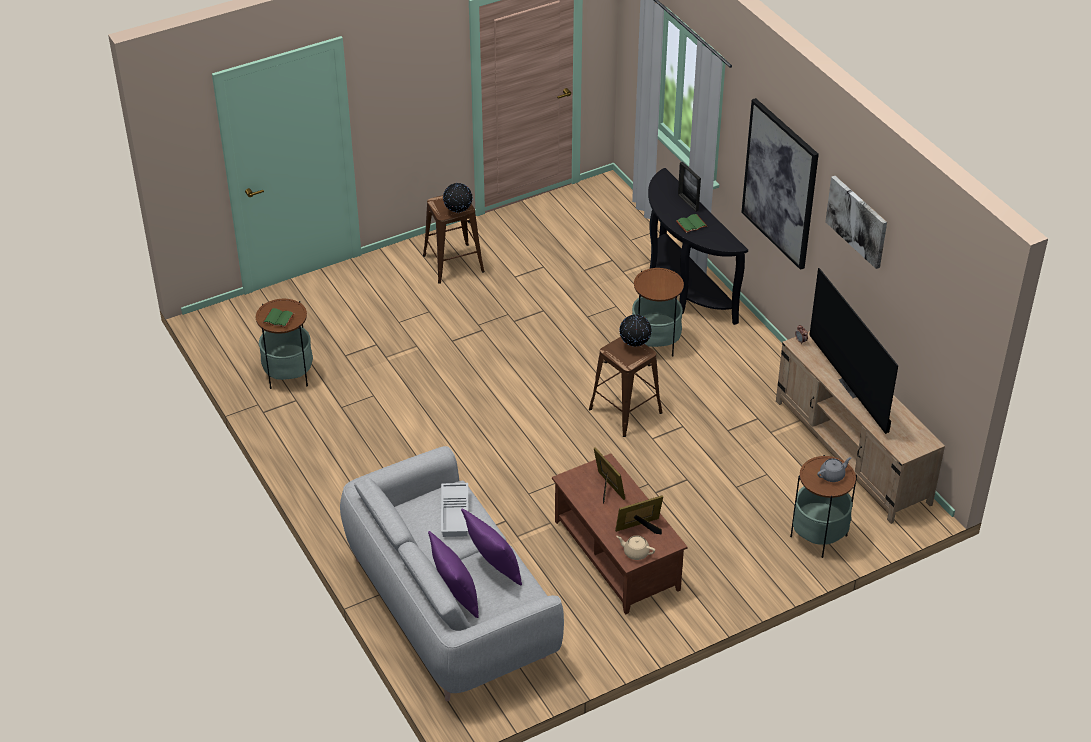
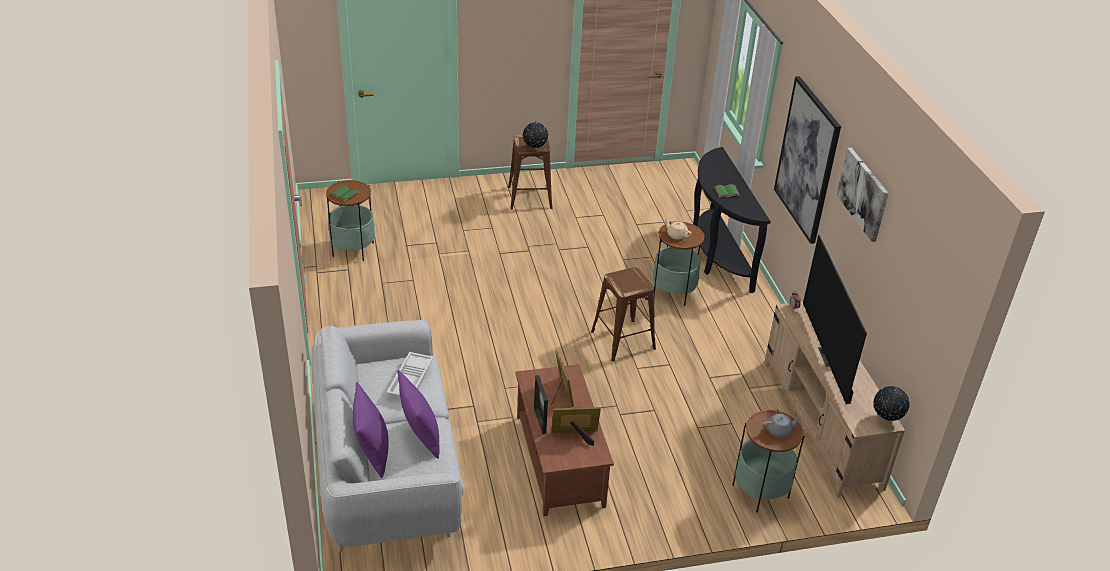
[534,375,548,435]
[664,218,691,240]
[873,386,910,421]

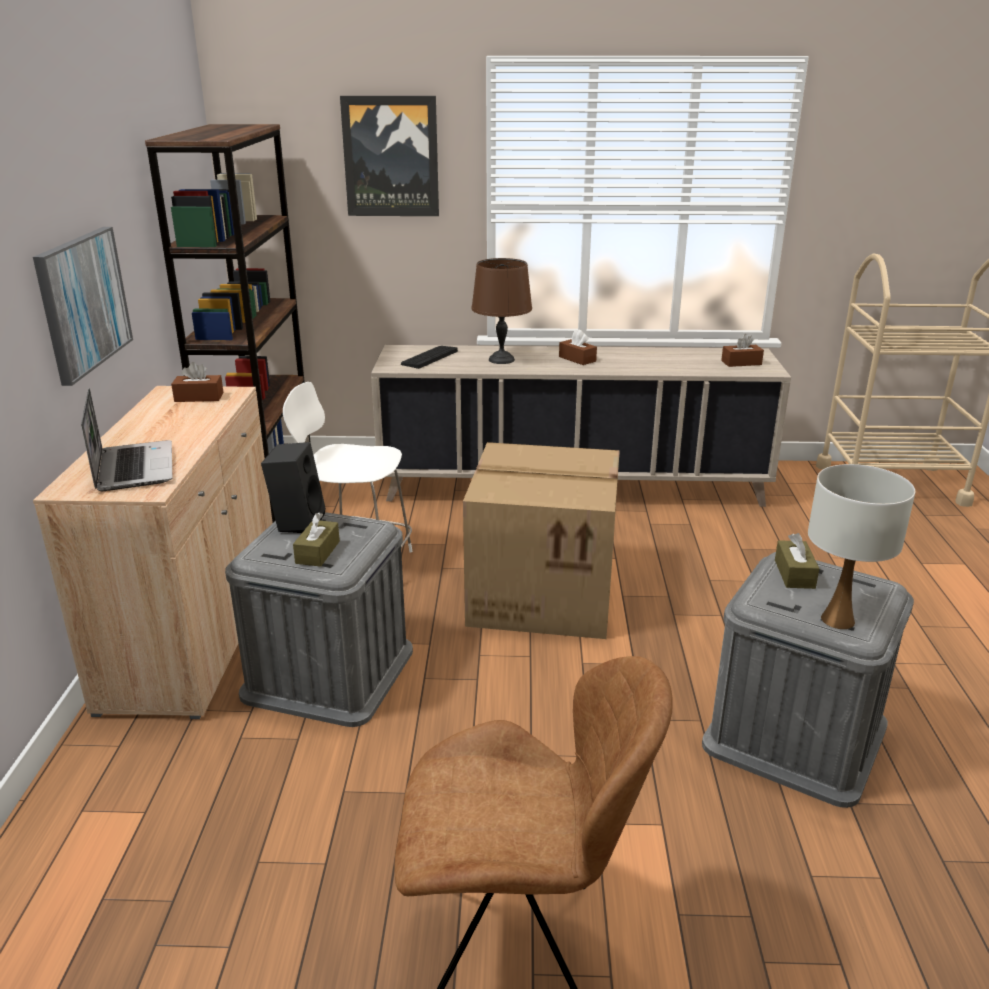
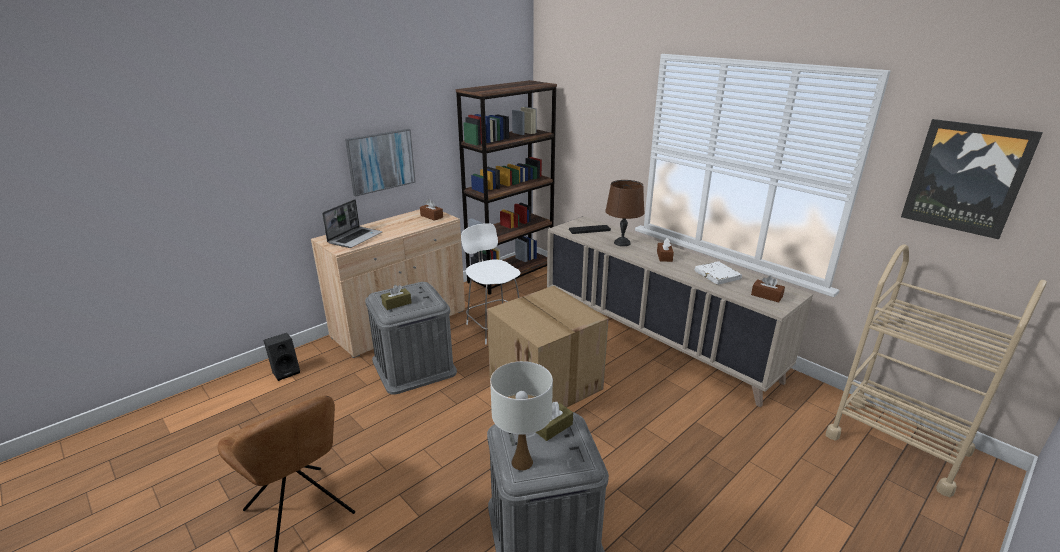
[263,333,300,381]
[695,261,742,285]
[901,119,1043,239]

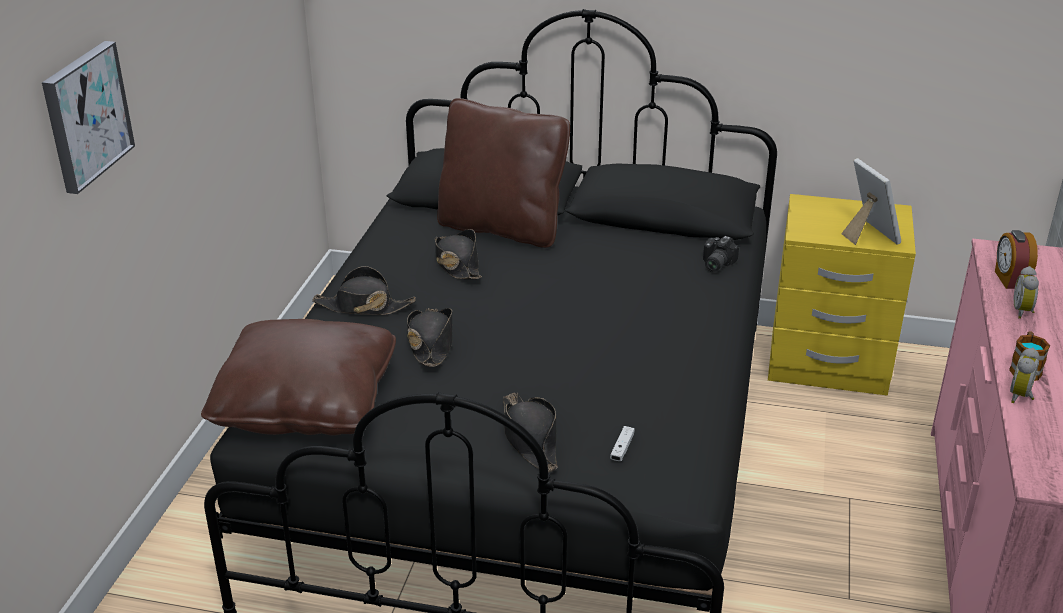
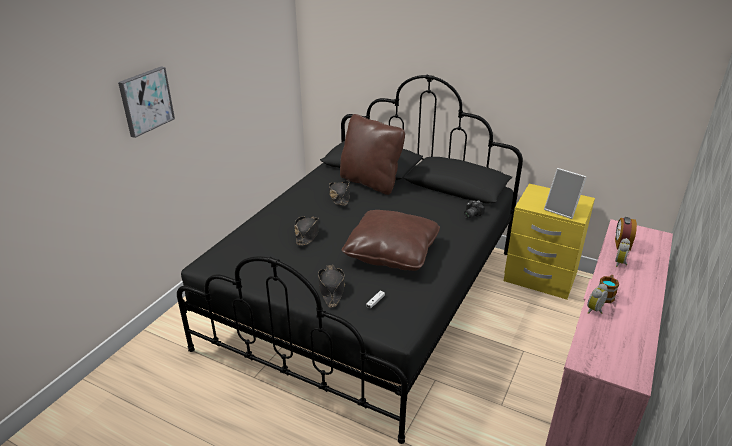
[342,210,440,271]
[544,168,587,219]
[312,266,416,315] (first image)

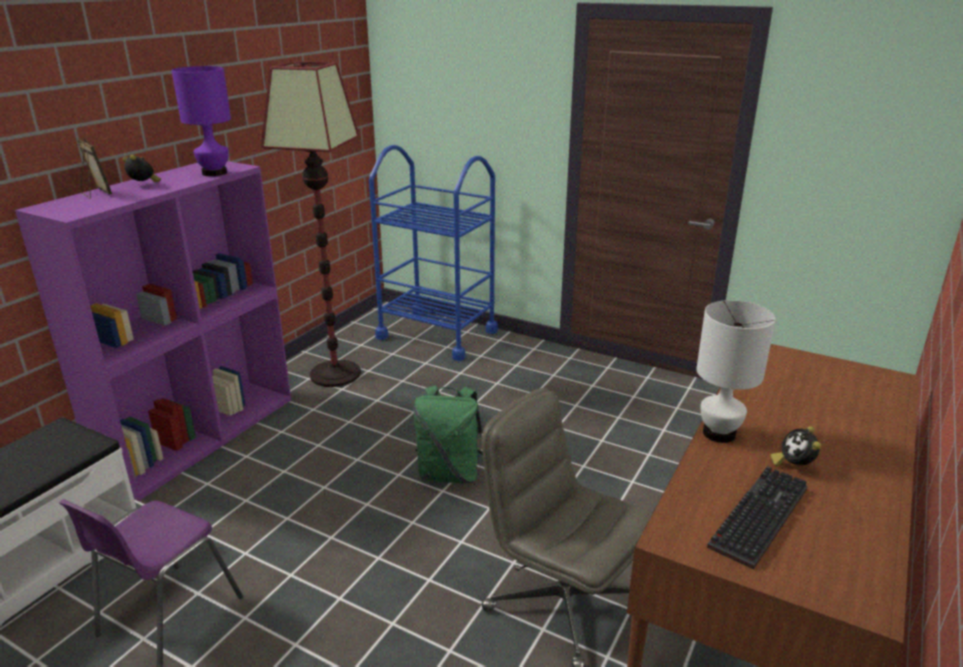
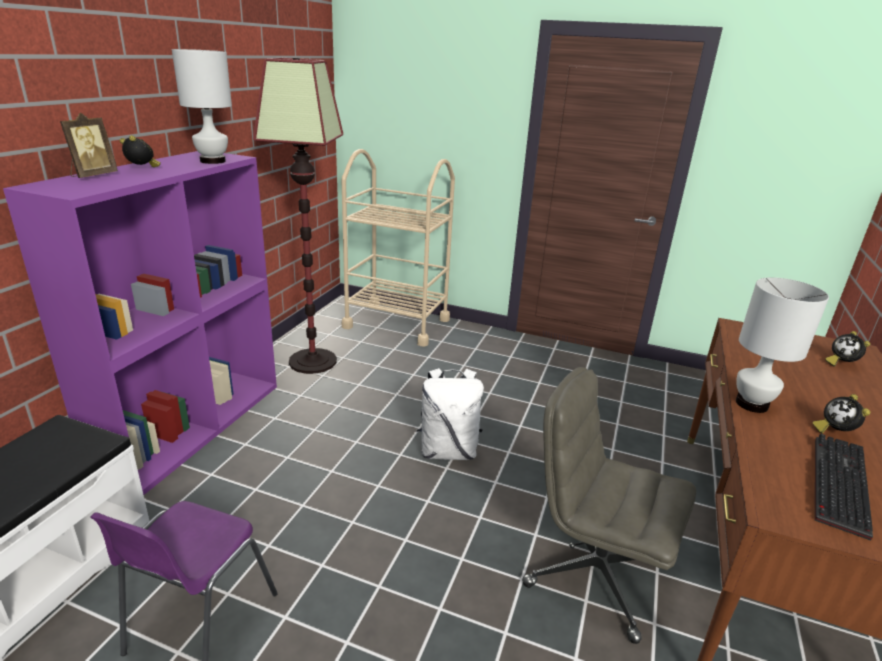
[60,113,118,178]
[172,49,232,164]
[341,149,455,347]
[416,368,484,460]
[825,331,870,366]

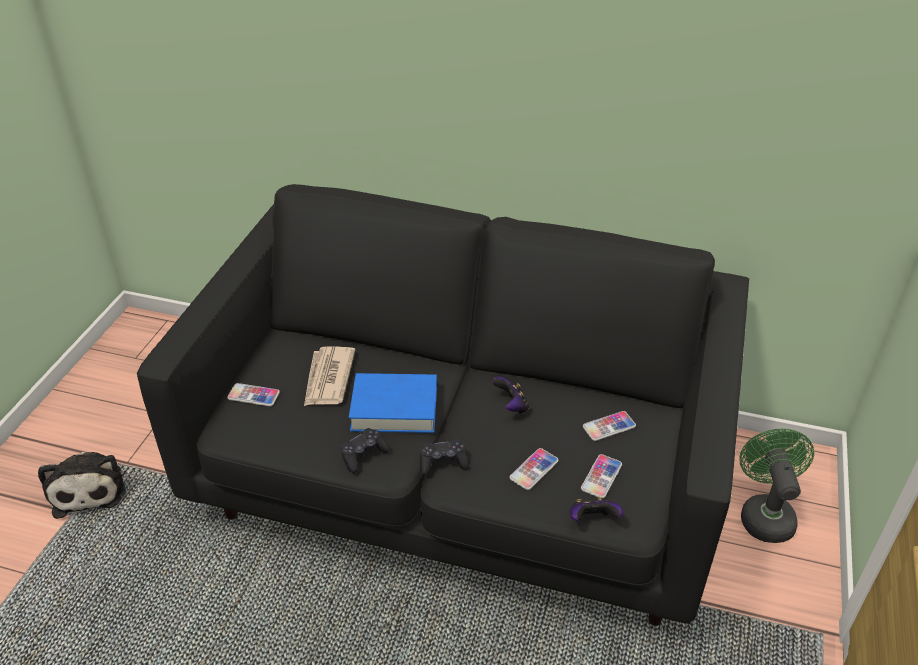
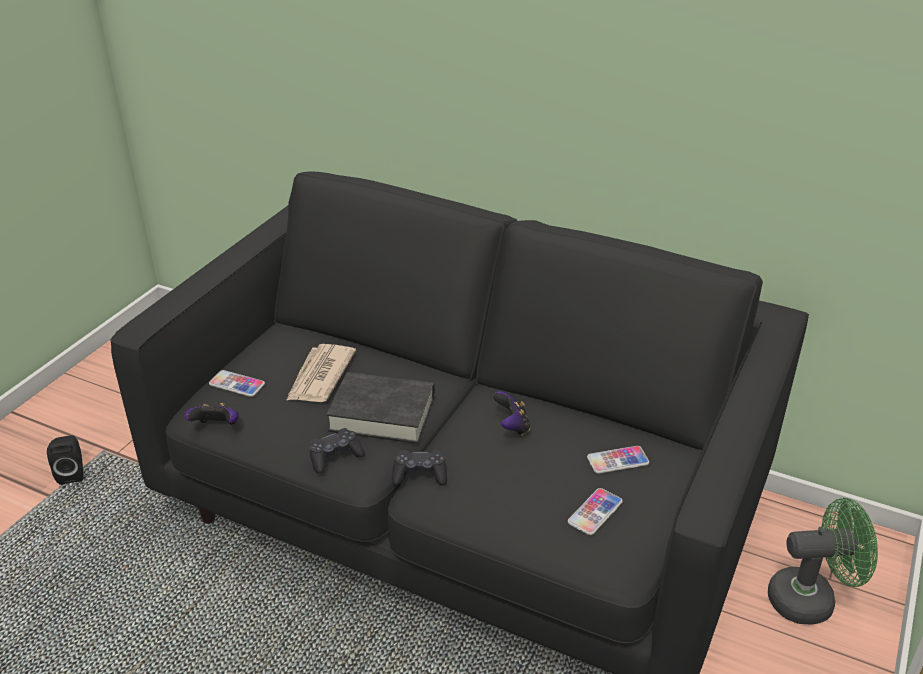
[47,435,83,485]
[185,403,239,425]
[326,372,435,444]
[768,498,878,624]
[509,448,558,490] (first image)

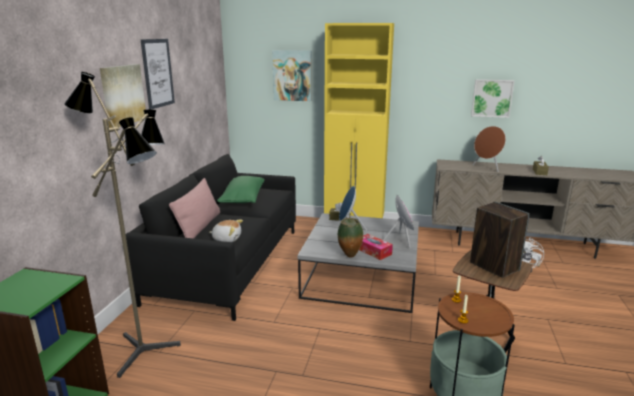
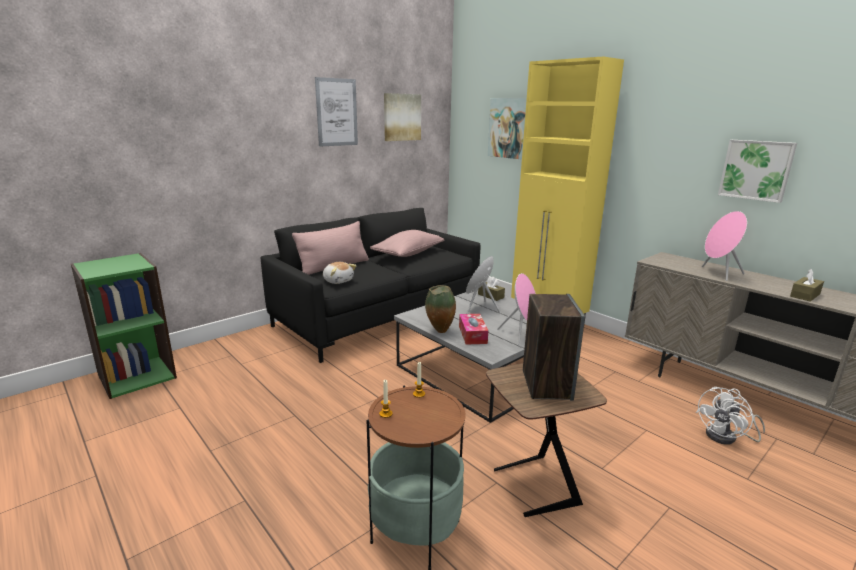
[370,230,444,257]
[384,93,421,141]
[702,211,747,281]
[64,72,181,378] (first image)

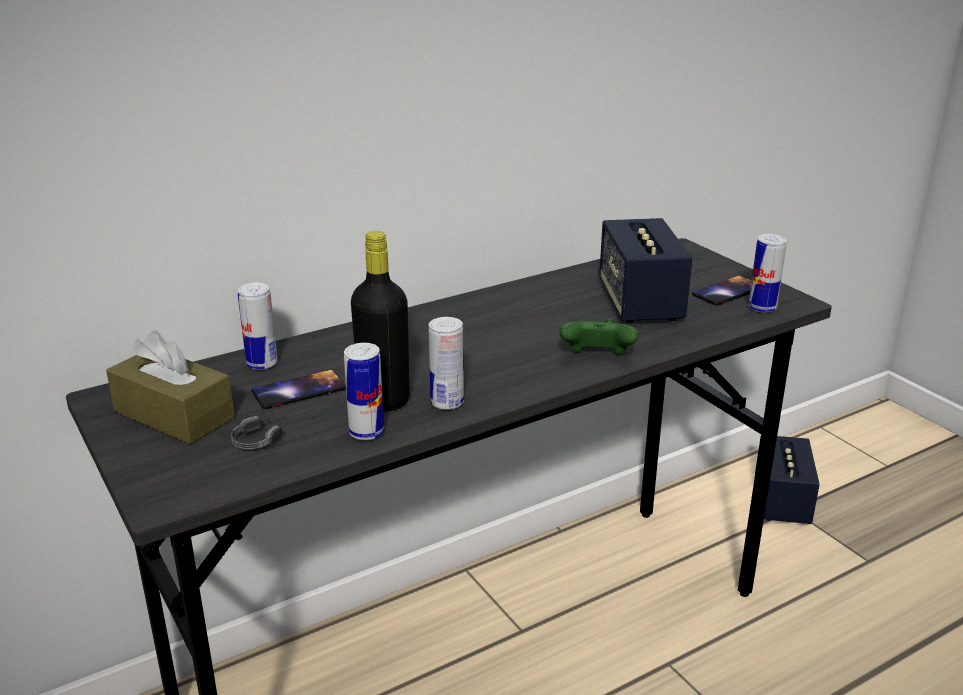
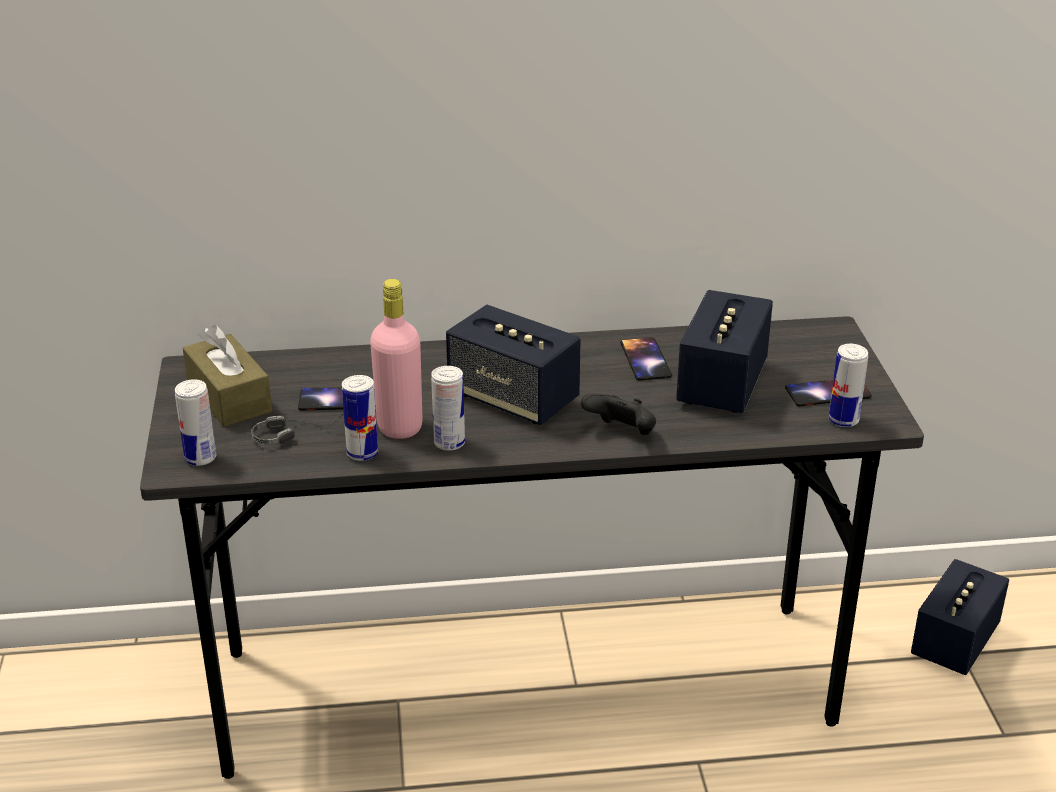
[175,379,216,466]
[370,279,423,439]
[446,304,581,425]
[581,393,656,435]
[620,337,672,381]

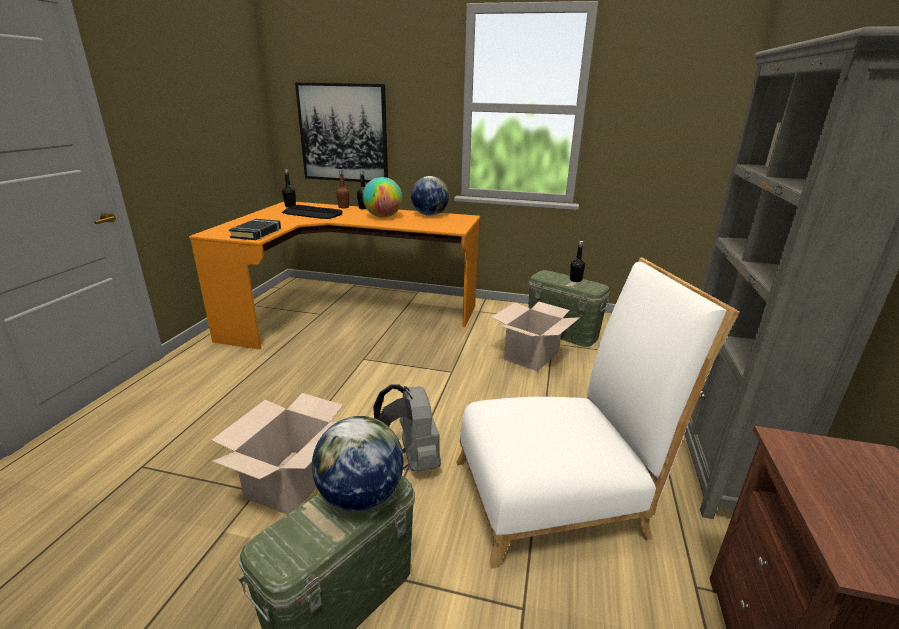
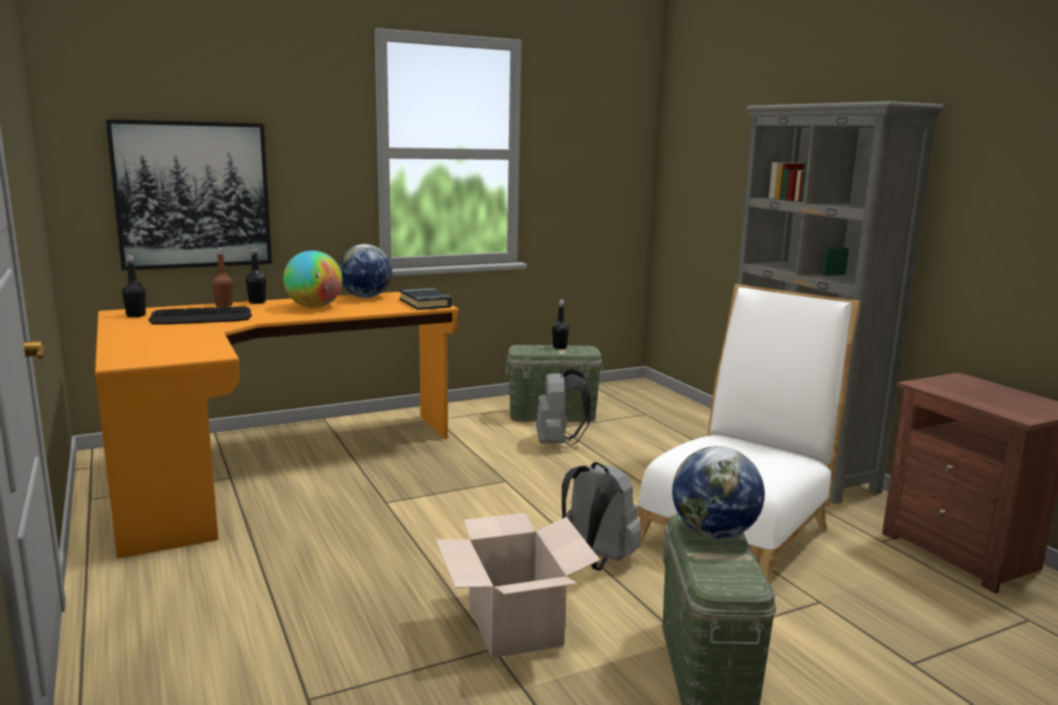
[399,288,452,310]
[536,368,591,446]

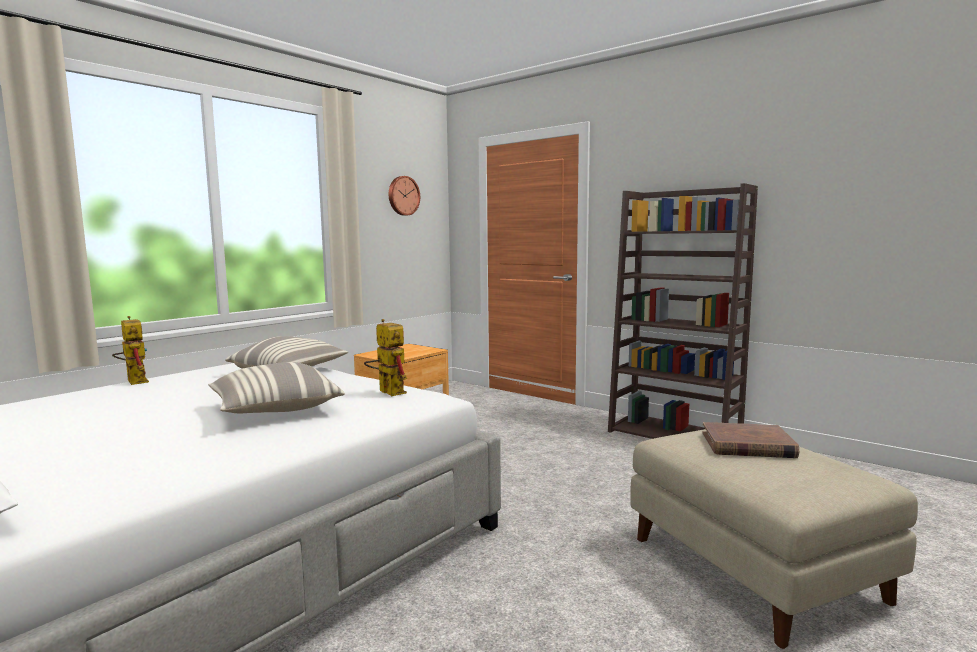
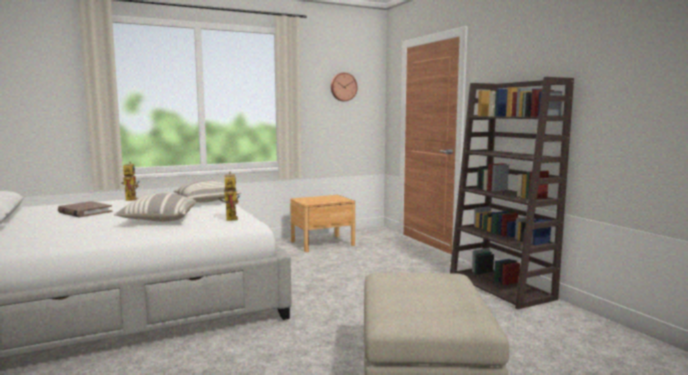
[58,201,112,217]

